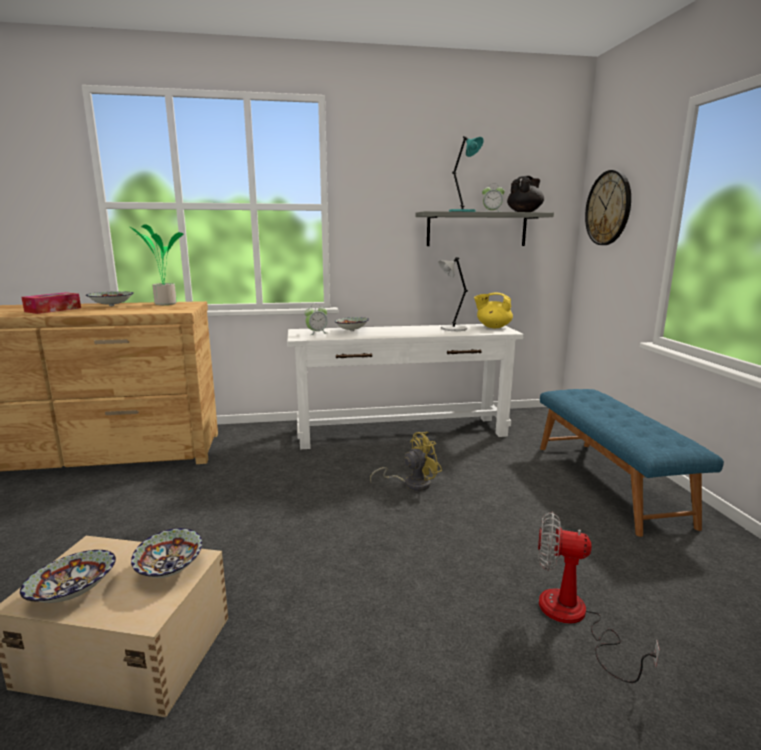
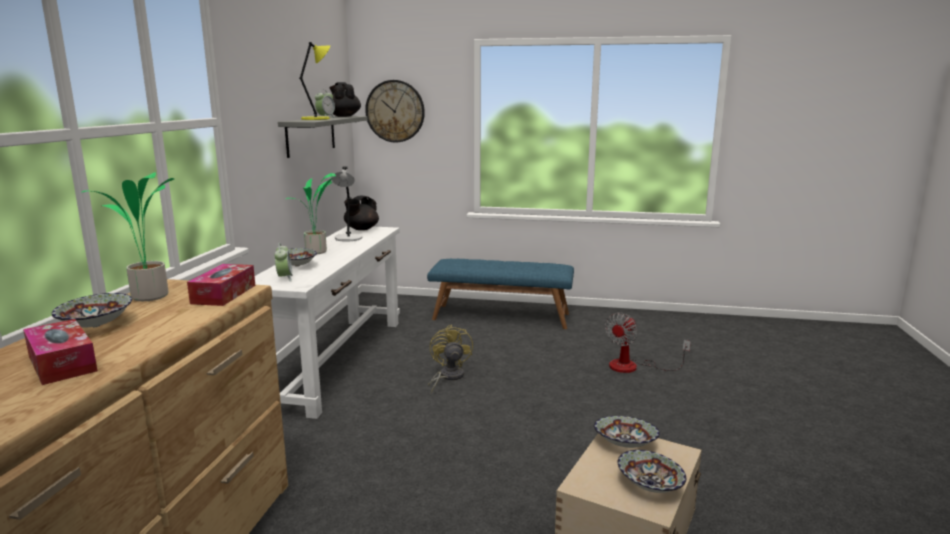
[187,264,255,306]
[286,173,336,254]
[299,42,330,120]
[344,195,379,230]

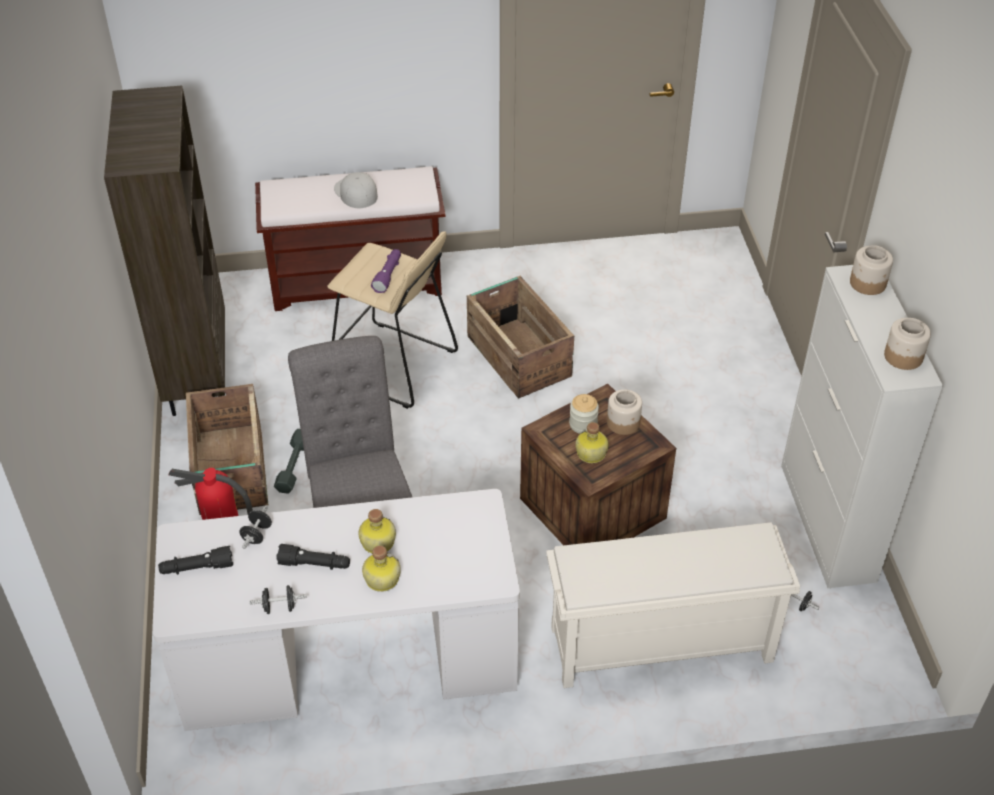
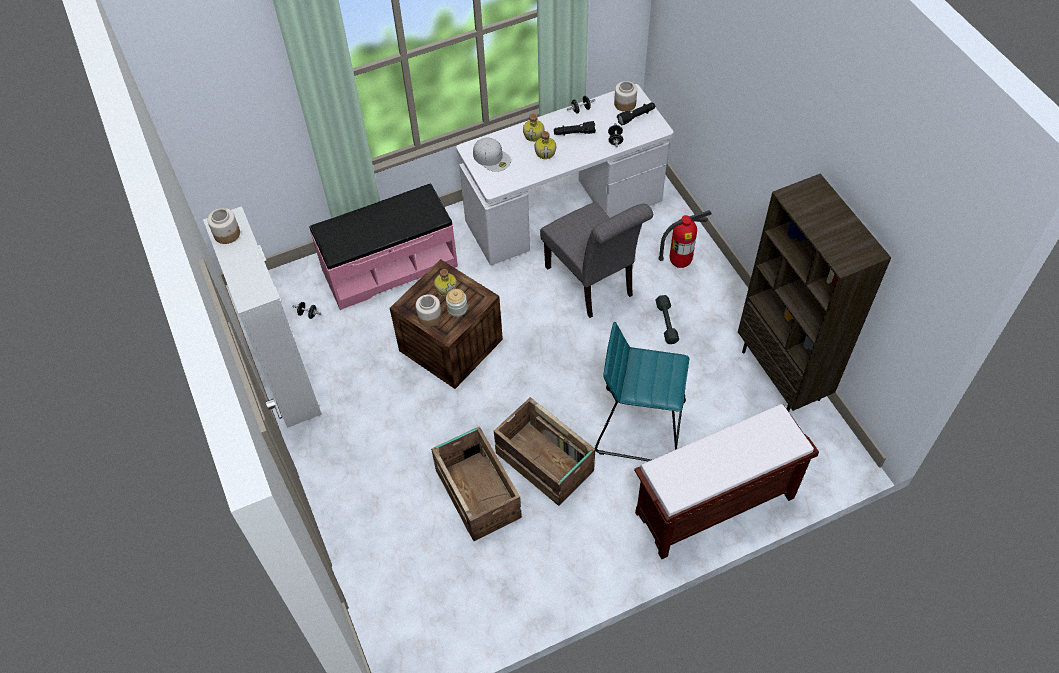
[309,184,458,310]
[431,426,522,541]
[473,138,511,172]
[595,322,689,461]
[614,81,637,112]
[371,249,401,293] (first image)

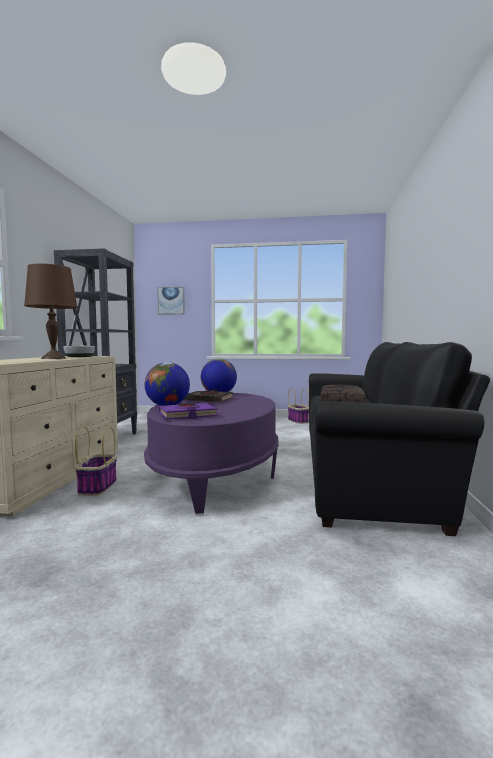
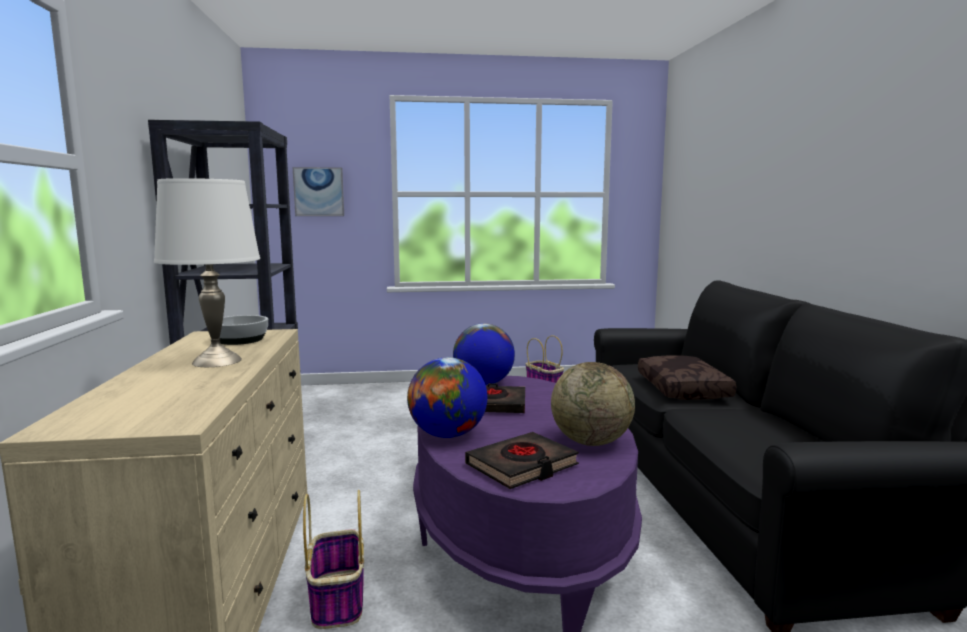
[154,178,260,367]
[465,432,579,489]
[551,362,635,446]

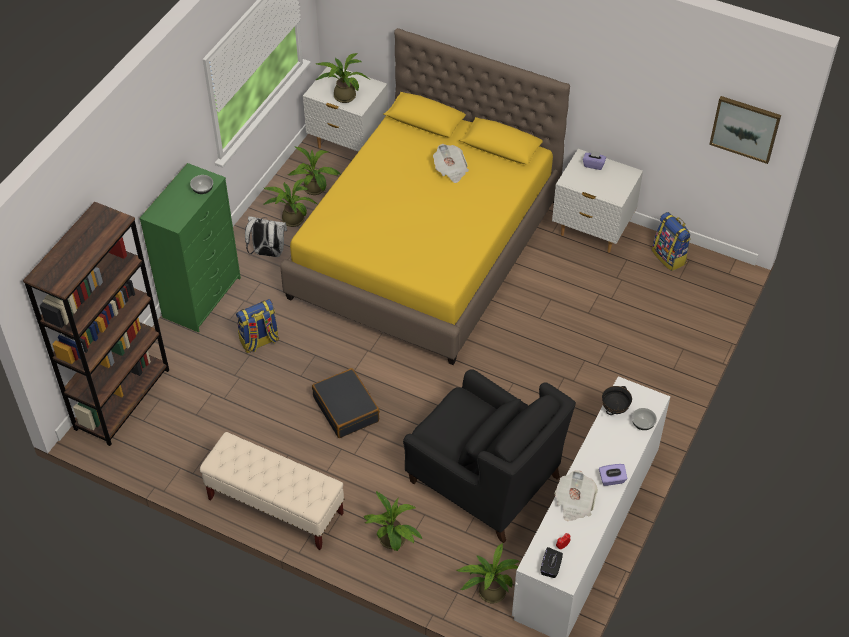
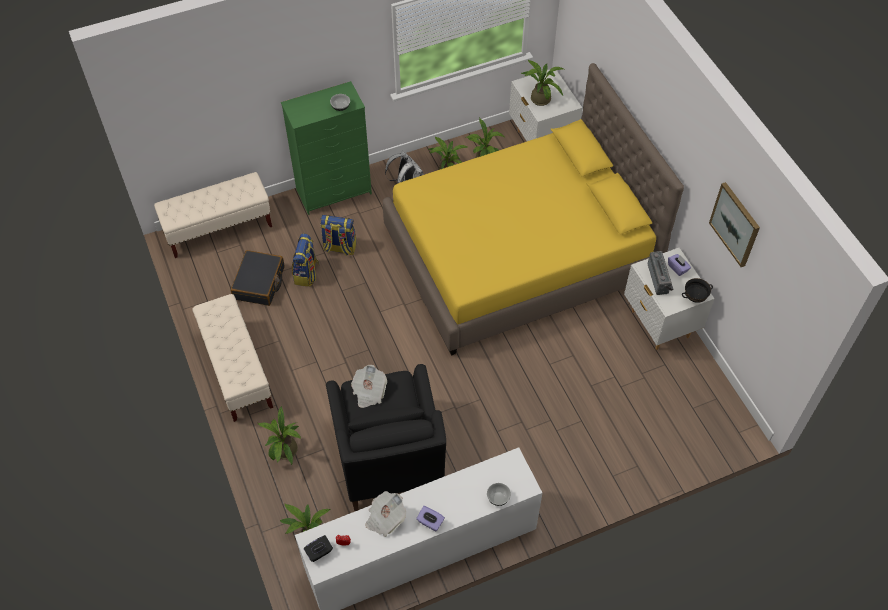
[154,172,272,258]
[230,250,285,306]
[292,234,320,287]
[351,365,387,408]
[648,251,674,295]
[682,278,713,303]
[709,182,760,267]

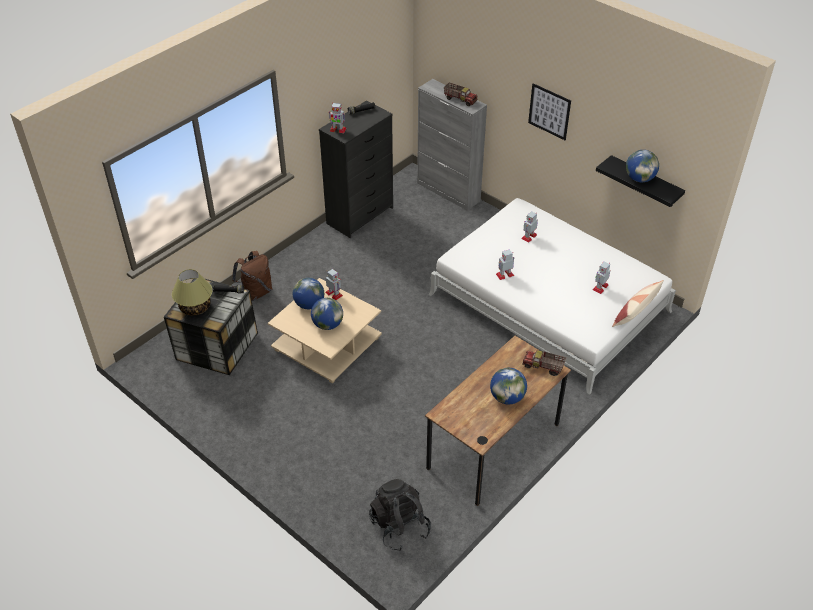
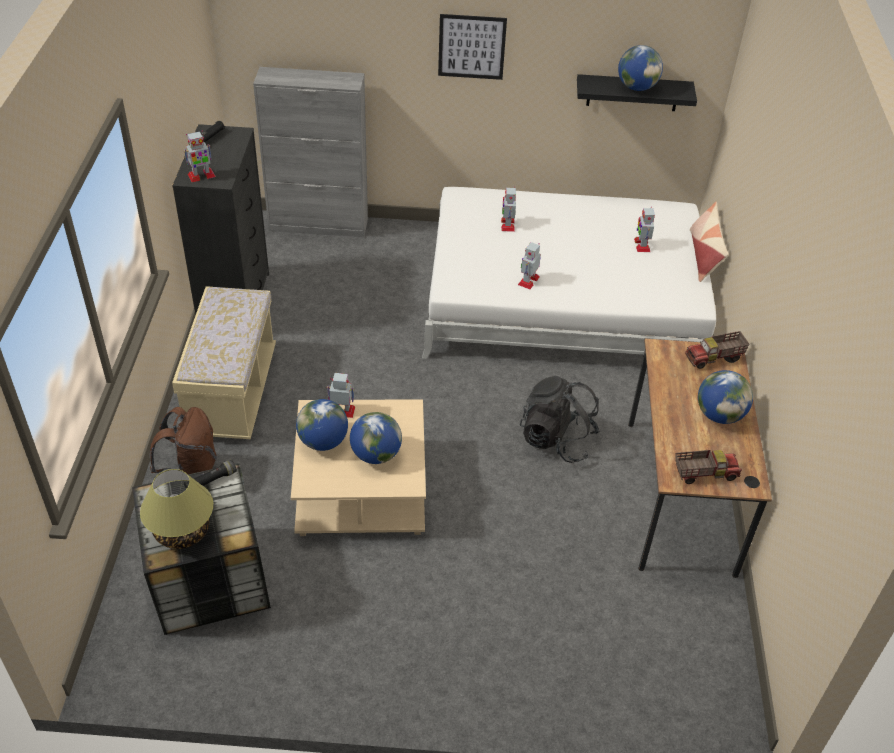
[172,286,276,439]
[520,376,600,463]
[675,450,742,484]

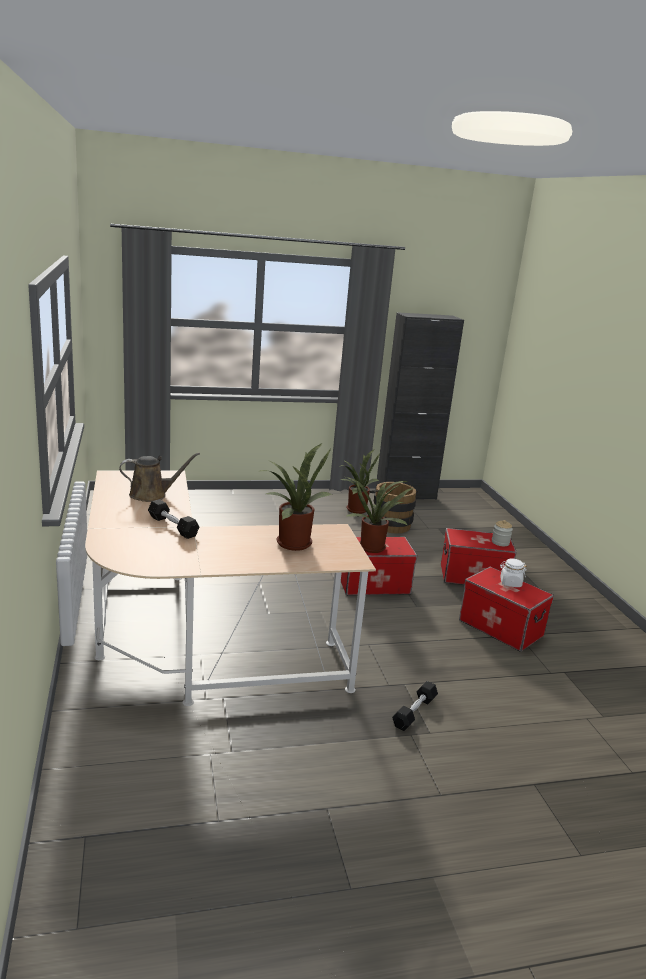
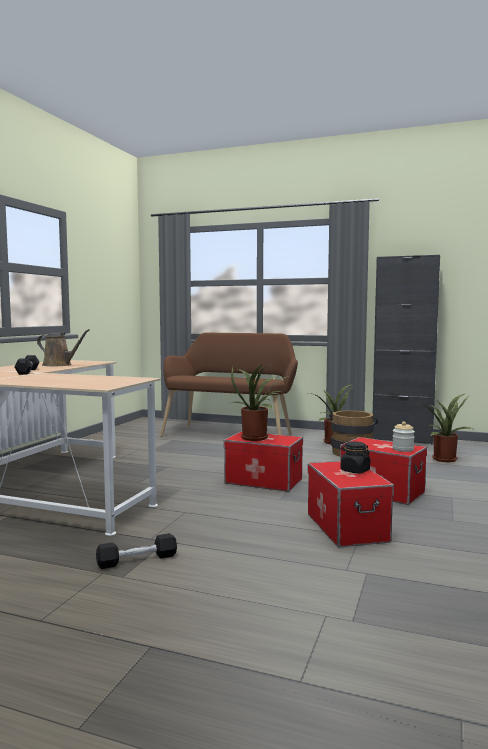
[160,333,298,437]
[340,442,371,473]
[419,394,472,462]

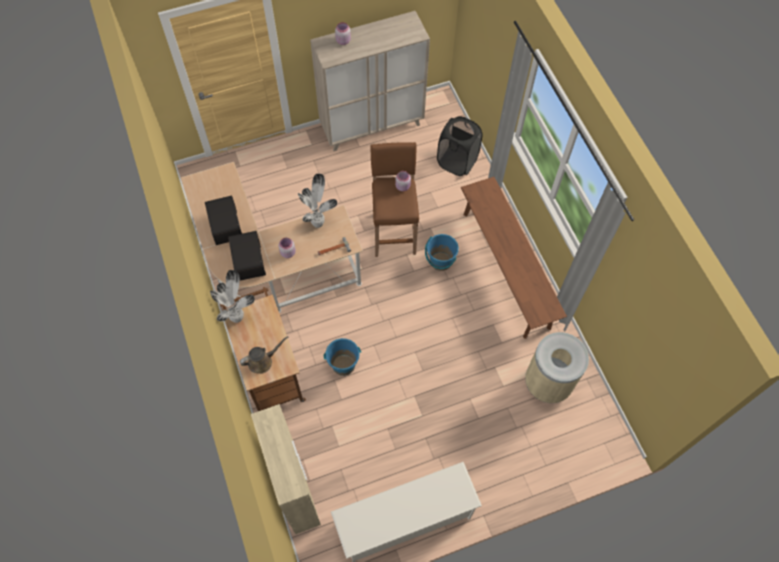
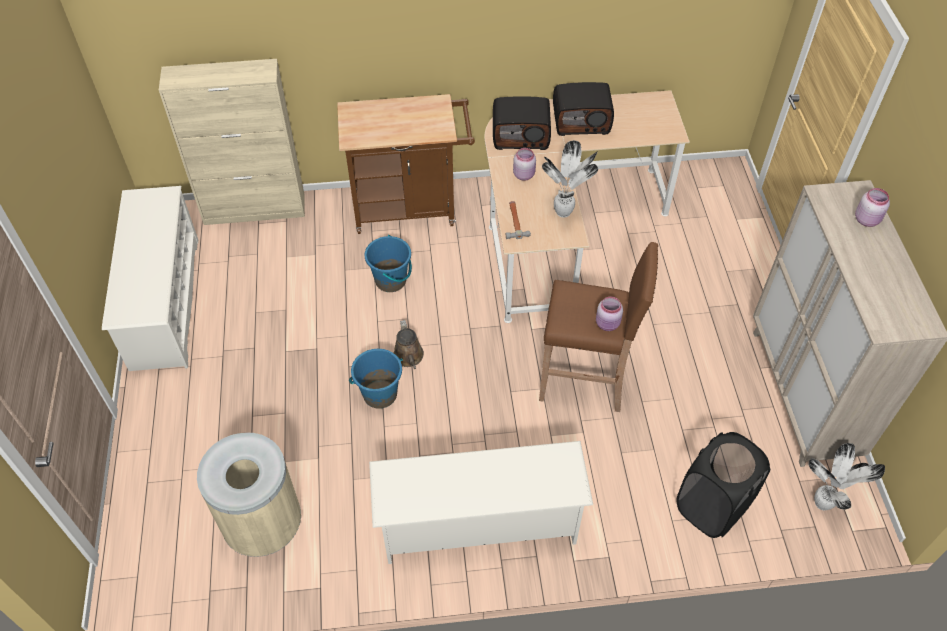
[349,349,403,409]
[369,441,593,564]
[394,320,424,369]
[808,443,885,511]

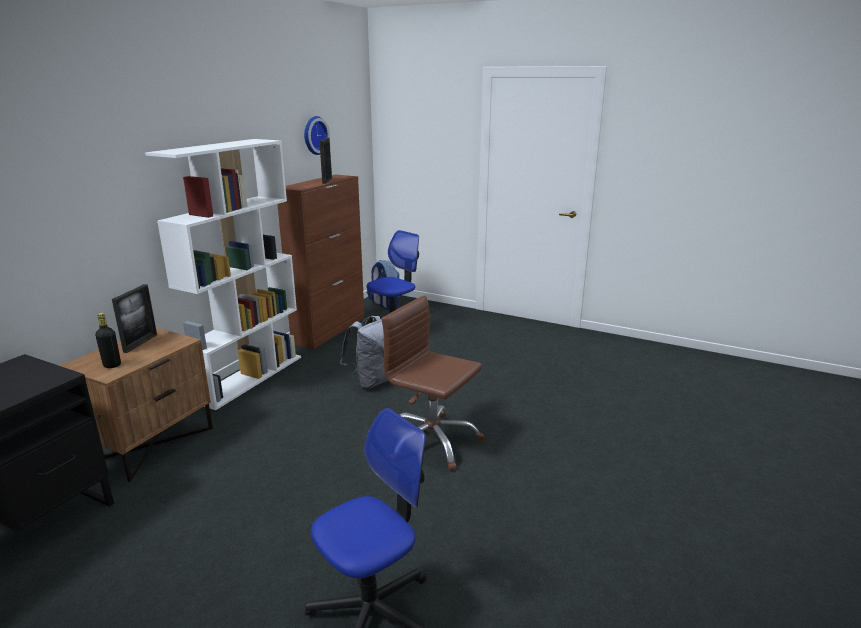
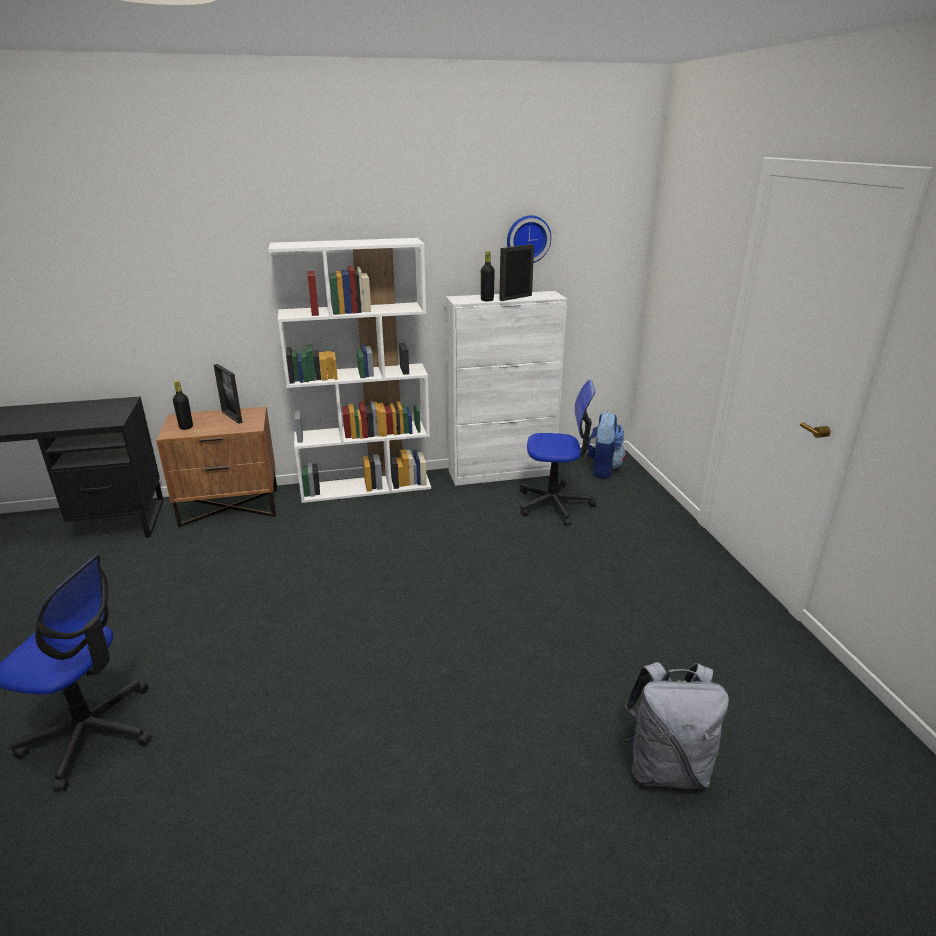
[214,364,242,424]
[446,291,567,486]
[481,251,495,301]
[624,662,729,789]
[382,296,484,471] (first image)

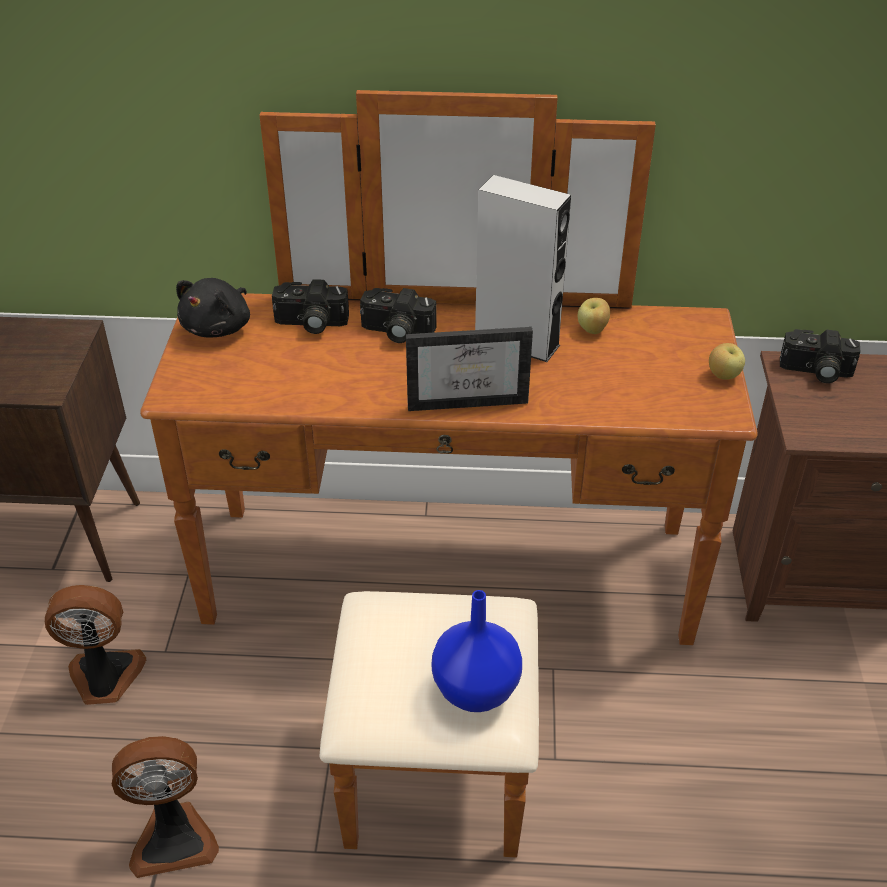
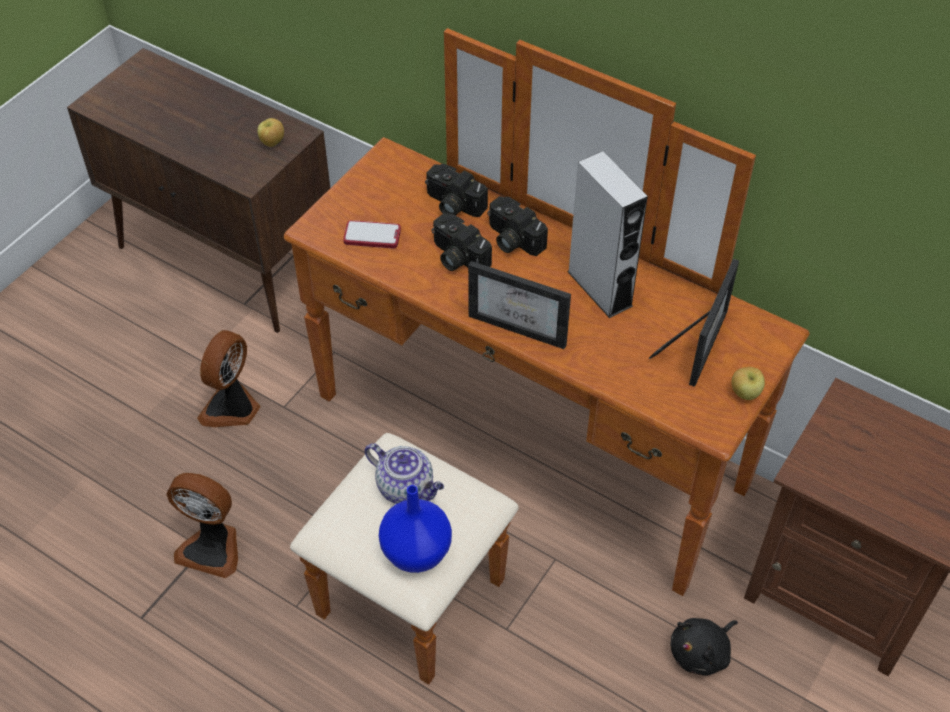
[197,330,260,427]
[257,118,284,147]
[343,220,401,248]
[365,443,444,504]
[431,213,492,271]
[649,259,739,387]
[671,618,738,676]

